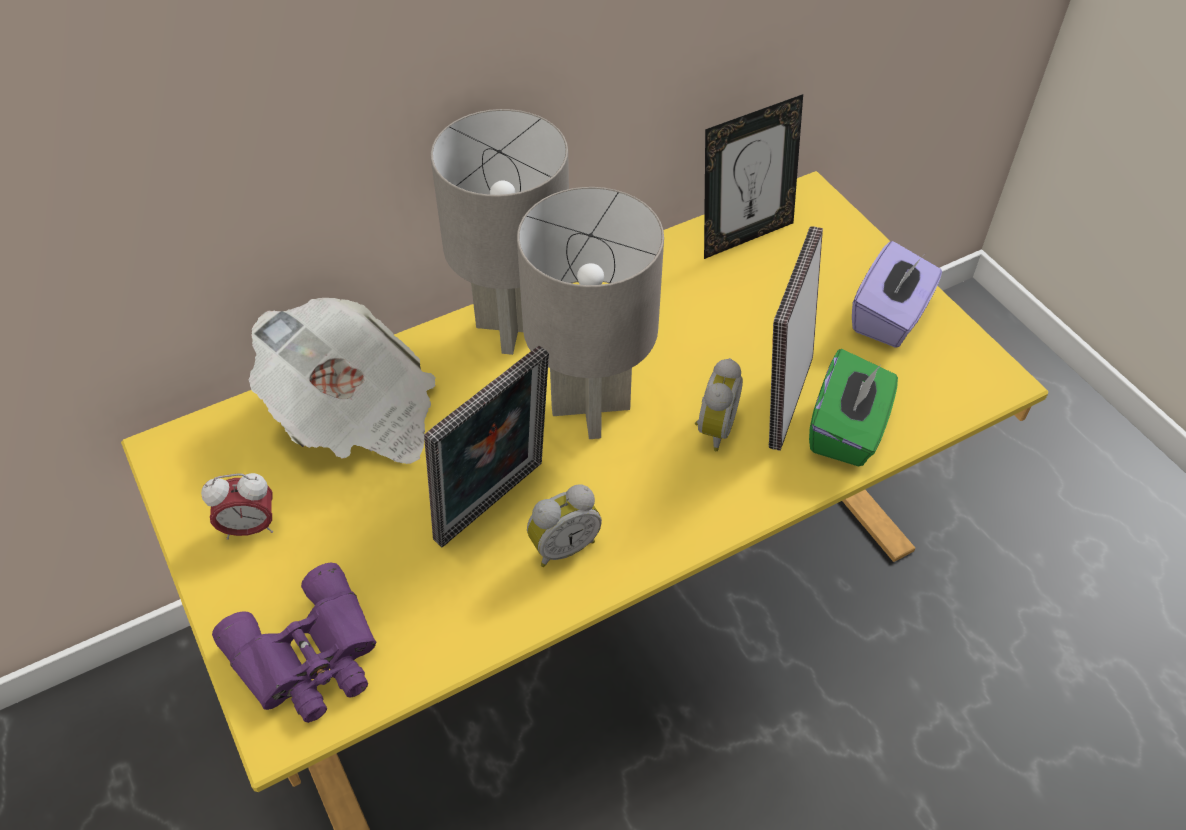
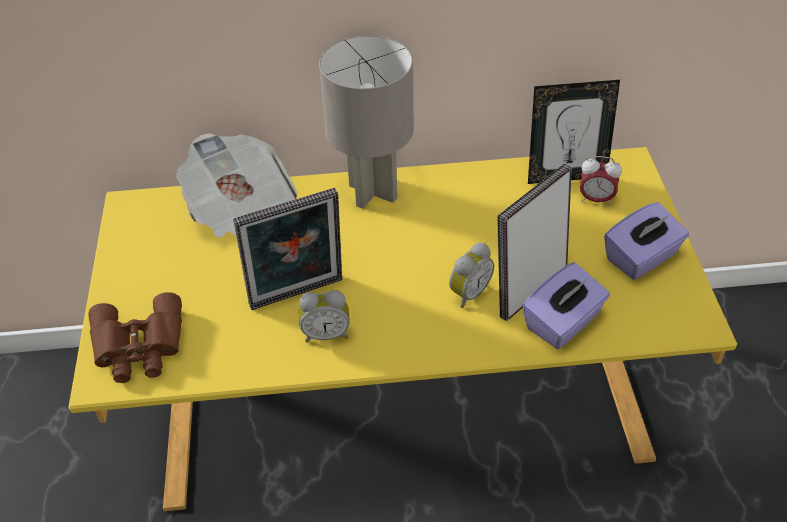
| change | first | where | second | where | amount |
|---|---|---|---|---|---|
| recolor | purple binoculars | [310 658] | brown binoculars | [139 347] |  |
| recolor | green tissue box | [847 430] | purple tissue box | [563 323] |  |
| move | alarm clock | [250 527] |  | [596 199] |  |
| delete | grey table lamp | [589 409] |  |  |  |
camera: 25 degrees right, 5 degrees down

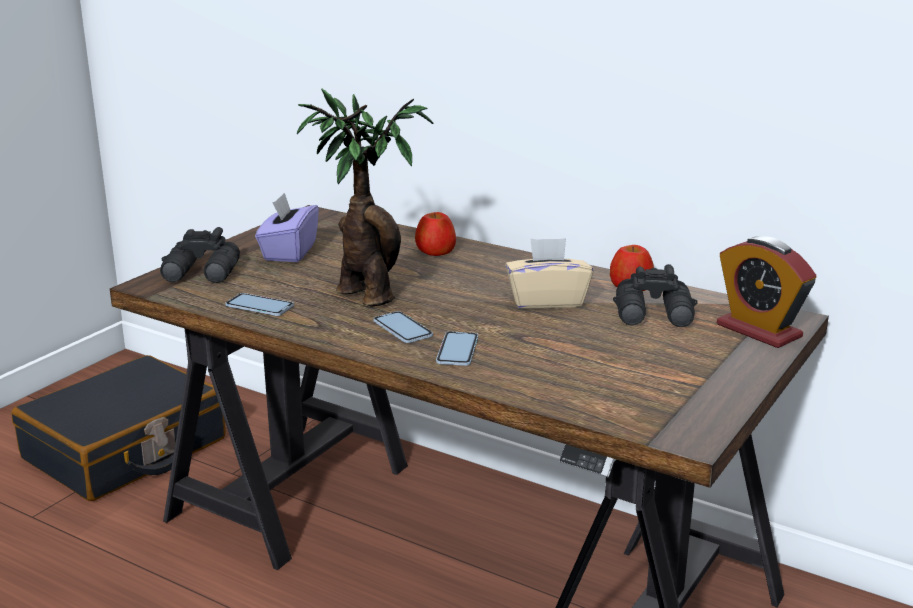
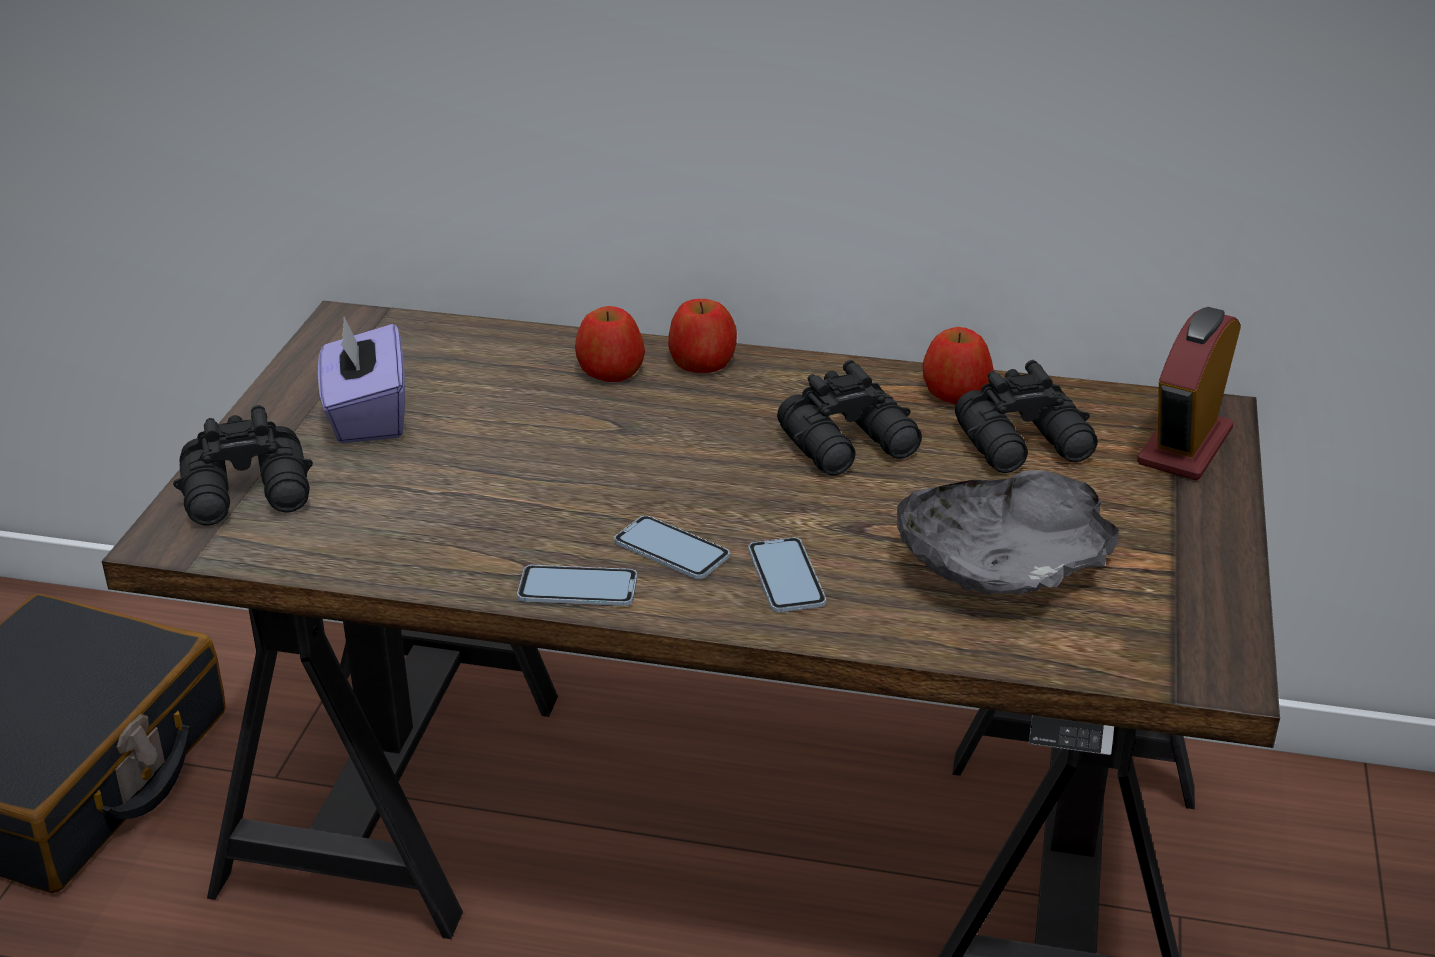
| change | first | where | second | where | amount |
|---|---|---|---|---|---|
| move | phone | [259 306] |  | [577 588] |  |
| insert |  |  | apple | [702 362] |  |
| replace | beige tissue box | [546 300] | black binoculars | [851 445] |  |
| insert |  |  | grey bowl | [1003 564] |  |
| rotate | alarm clock | [758 331] |  | [1185 446] | 90 degrees clockwise |
| delete | potted plant | [364 293] |  |  |  |
camera: 20 degrees left, 10 degrees up

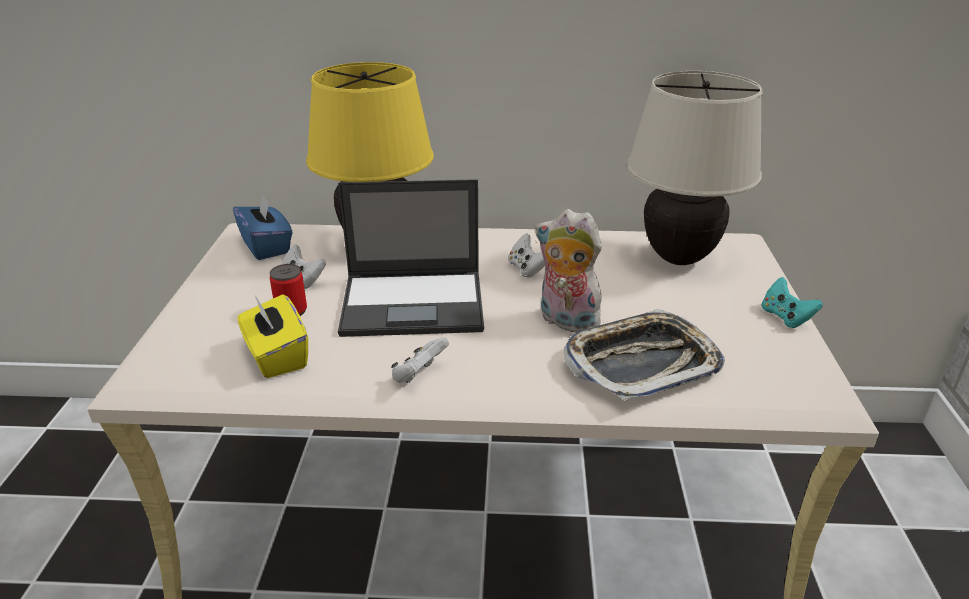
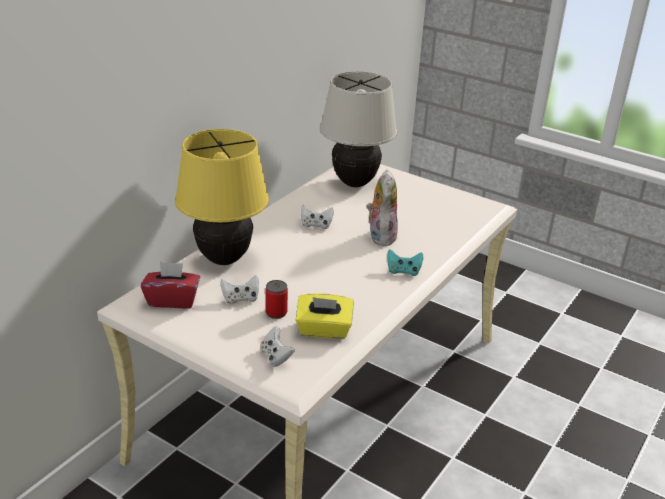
| change | first | where | second | where | amount |
|---|---|---|---|---|---|
| recolor | blue tissue box | [267 246] | red tissue box | [172 300] |  |
| move | white game controller | [419 375] |  | [275 357] |  |
| rotate | plush toy | [565 321] |  | [380 236] | 120 degrees clockwise |
| move | turquoise game controller | [785 317] |  | [403 271] |  |
| delete | laptop | [415 303] |  |  |  |
| delete | tray | [641 363] |  |  |  |
camera: 60 degrees left, 0 degrees up

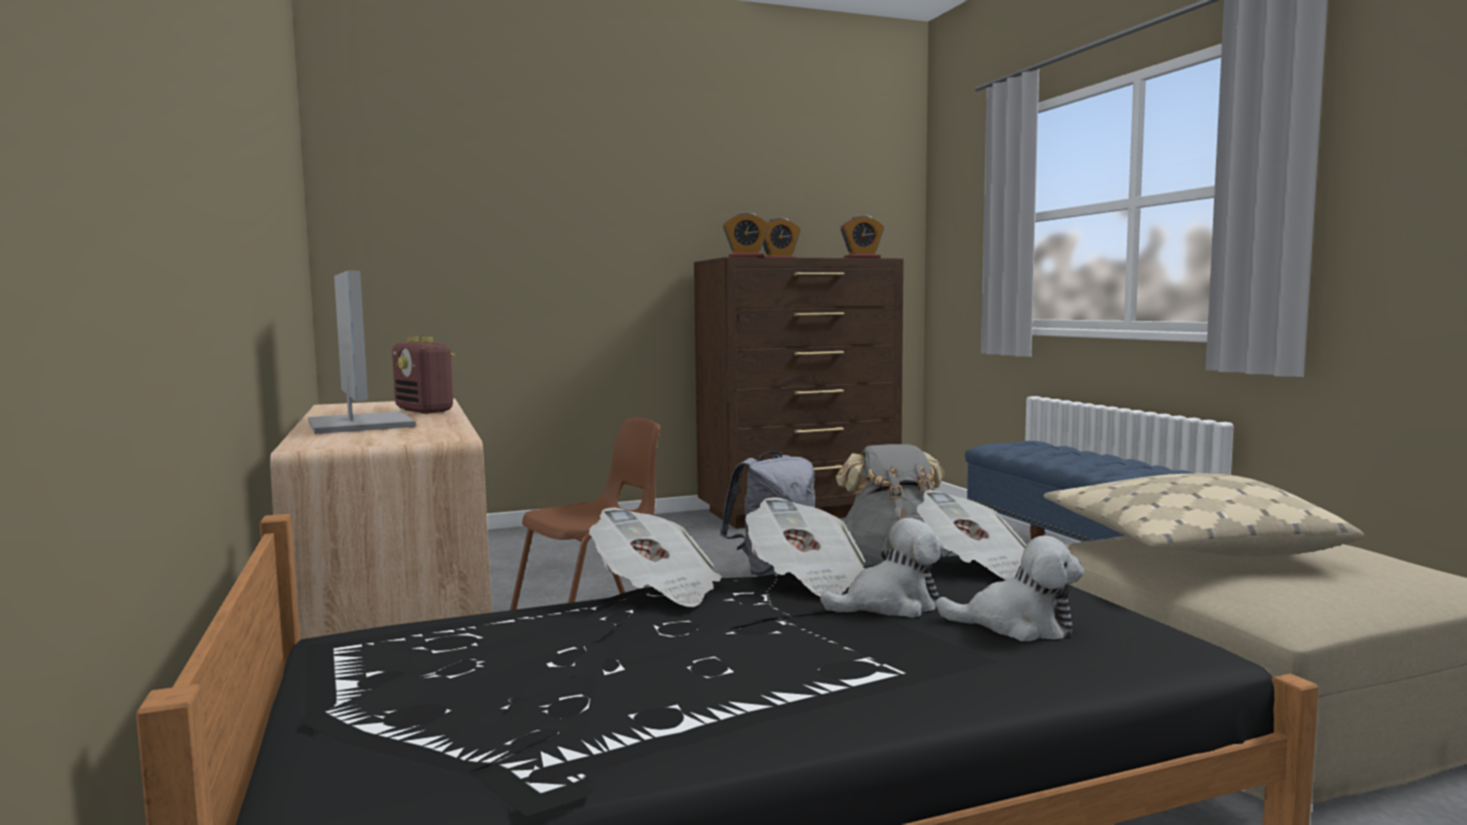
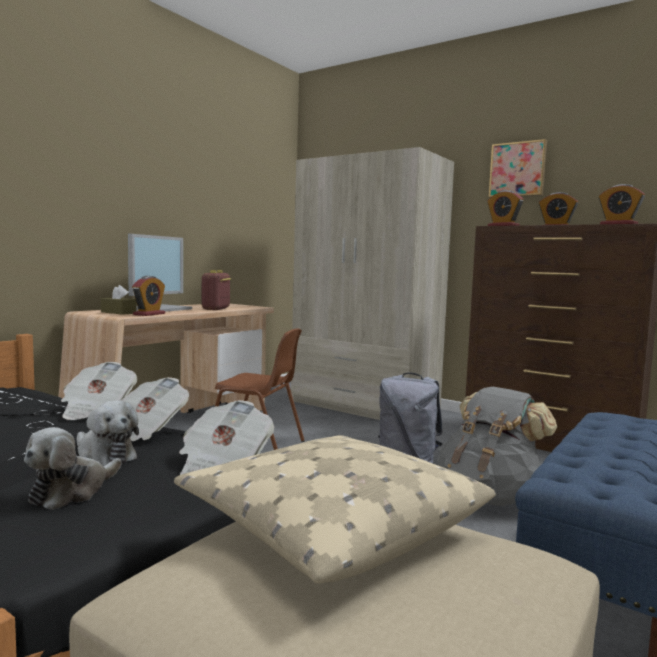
| change | first | where | second | where | amount |
|---|---|---|---|---|---|
| rotate | plush toy | [1017 625] |  | [71 491] | 45 degrees clockwise |
| insert |  |  | brown tissue box | [118 312] |  |
| insert |  |  | alarm clock | [149 314] |  |
| insert |  |  | beige wardrobe | [364 406] |  |
| insert |  |  | picture | [518 170] |  |
camera: 55 degrees right, 0 degrees up

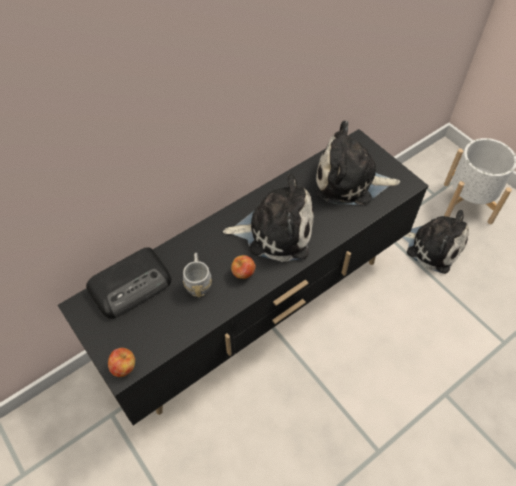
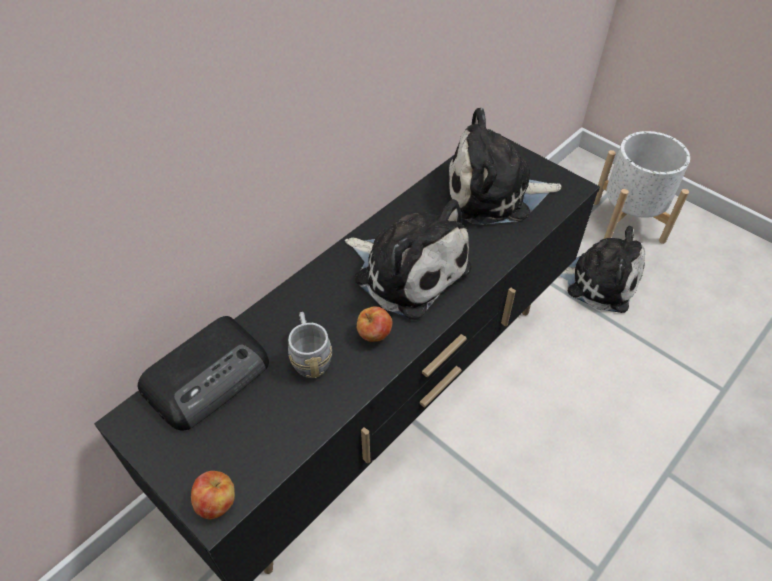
| change | first | where | second | where | amount |
|---|---|---|---|---|---|
| rotate | plush toy | [275 231] |  | [407 270] | 45 degrees clockwise |
camera: 10 degrees left, 5 degrees down

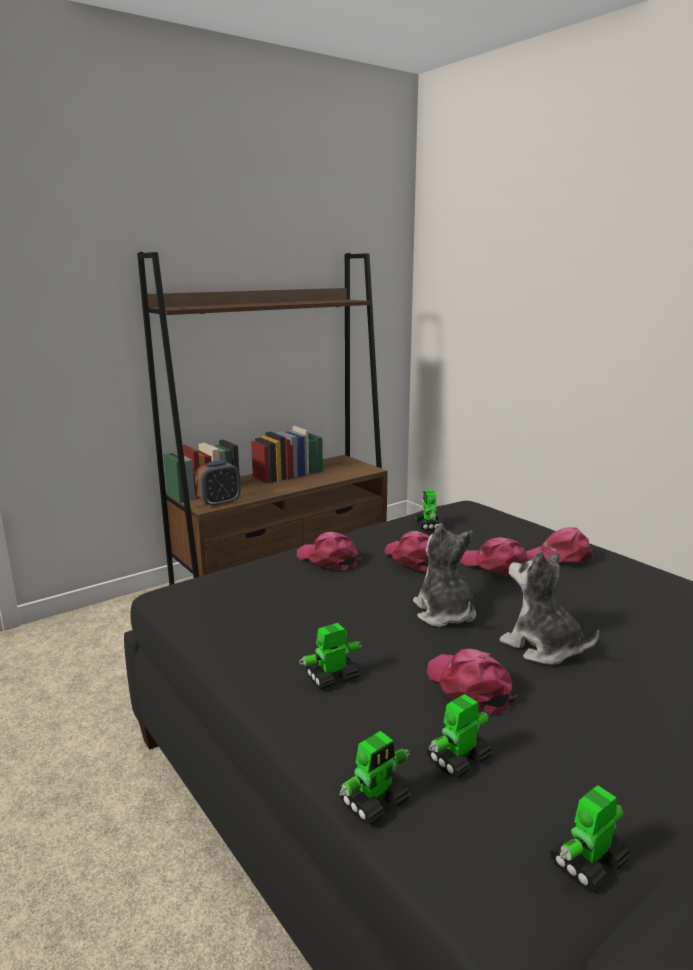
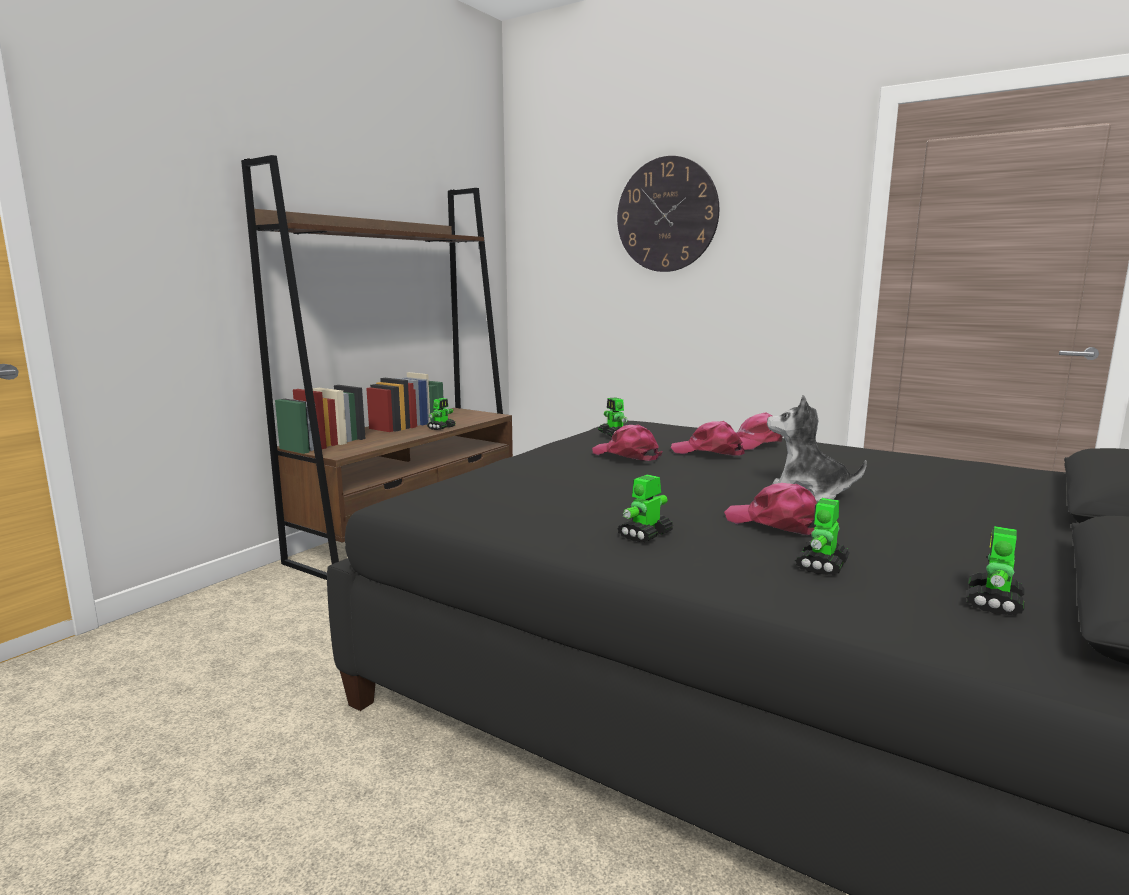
| change | first | where | second | where | amount |
|---|---|---|---|---|---|
| move | toy robot | [375 801] |  | [441 428] |  |
| insert |  |  | wall clock | [667 215] |  |
| delete | alarm clock | [219 503] |  |  |  |
| delete | pink cap | [328 559] |  |  |  |
| delete | plush toy | [444 613] |  |  |  |
camera: 20 degrees left, 5 degrees down

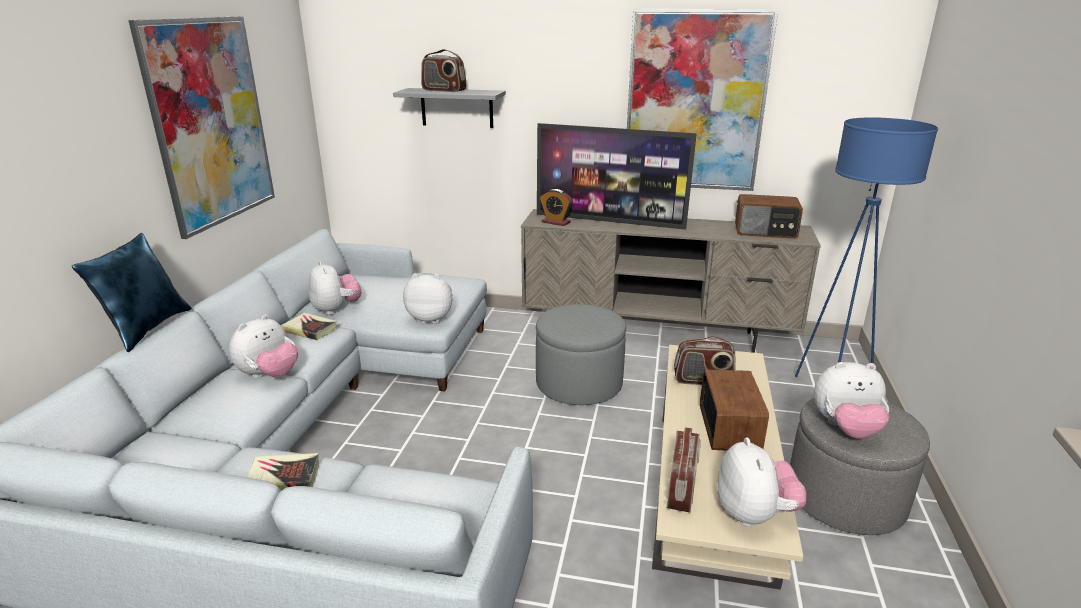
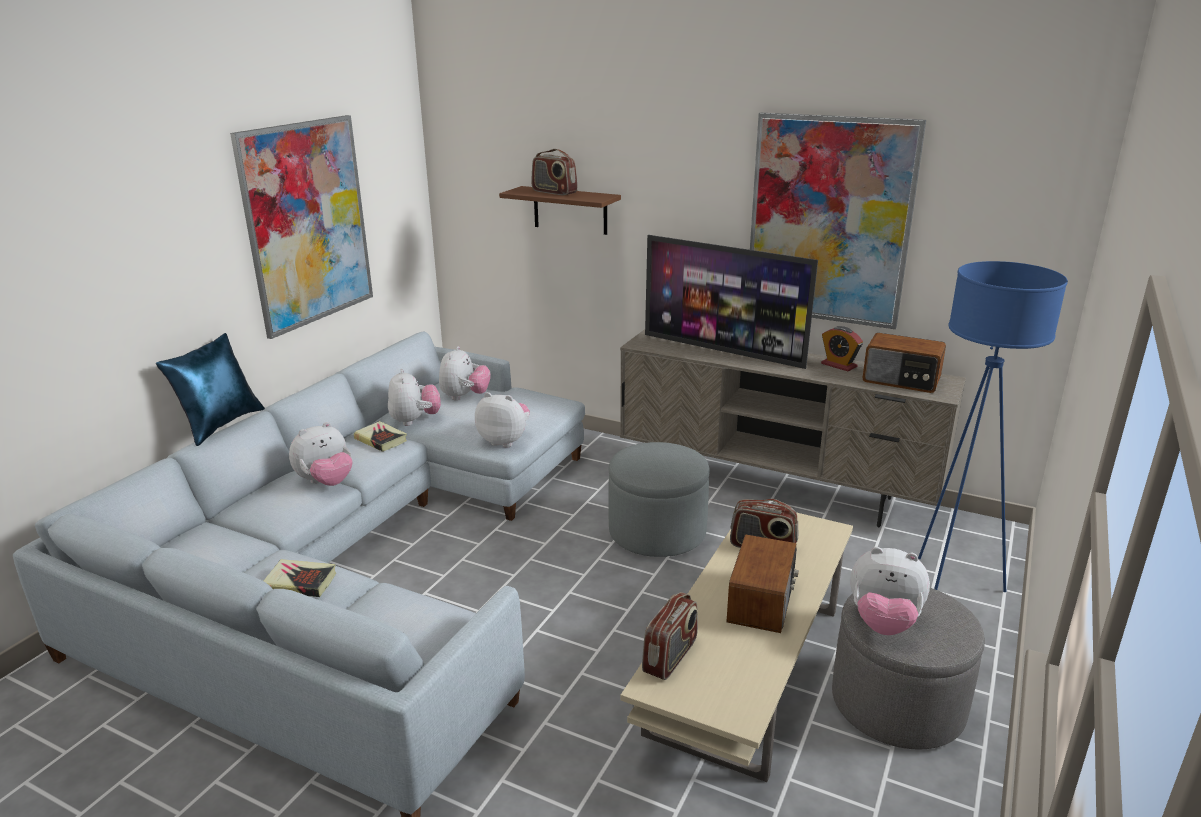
| change | first | where | second | where | amount |
|---|---|---|---|---|---|
| move | plush toy | [754 514] |  | [464 397] |  |
| recolor | grey shelf | [457 108] | brown shelf | [570 210] |  |
| move | alarm clock | [556 222] |  | [839 365] |  |
camera: 15 degrees right, 0 degrees up

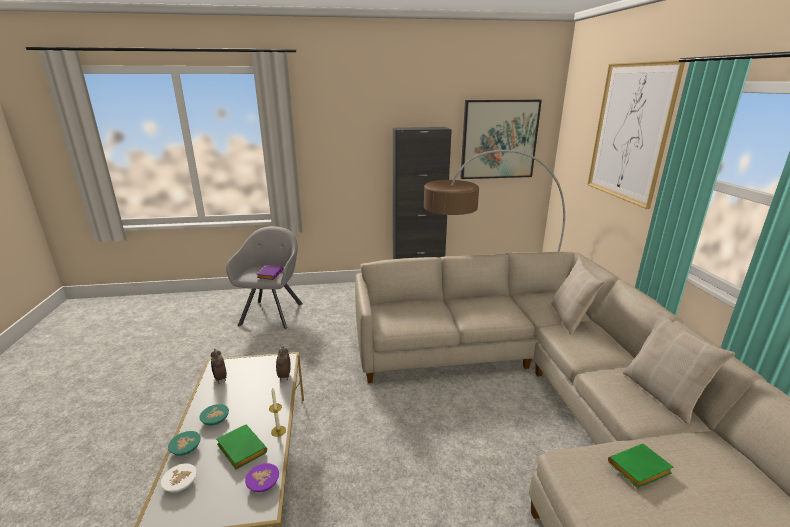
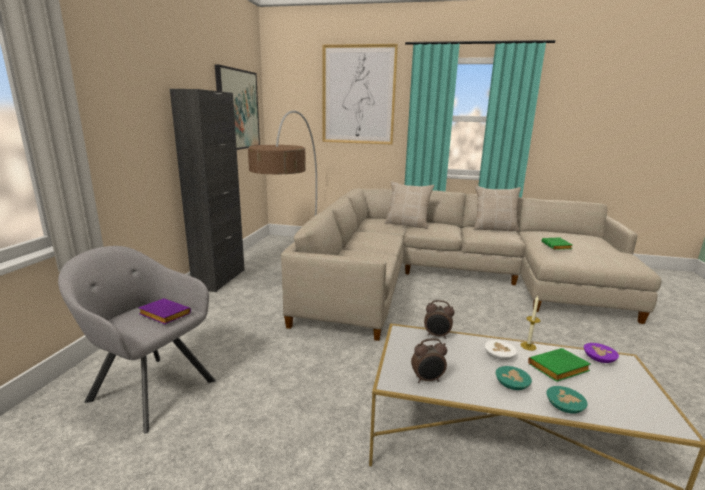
| change | first | where | second | where | amount |
|---|---|---|---|---|---|
| move | white bowl | [182 483] |  | [498 355] |  |
camera: 70 degrees left, 5 degrees down

